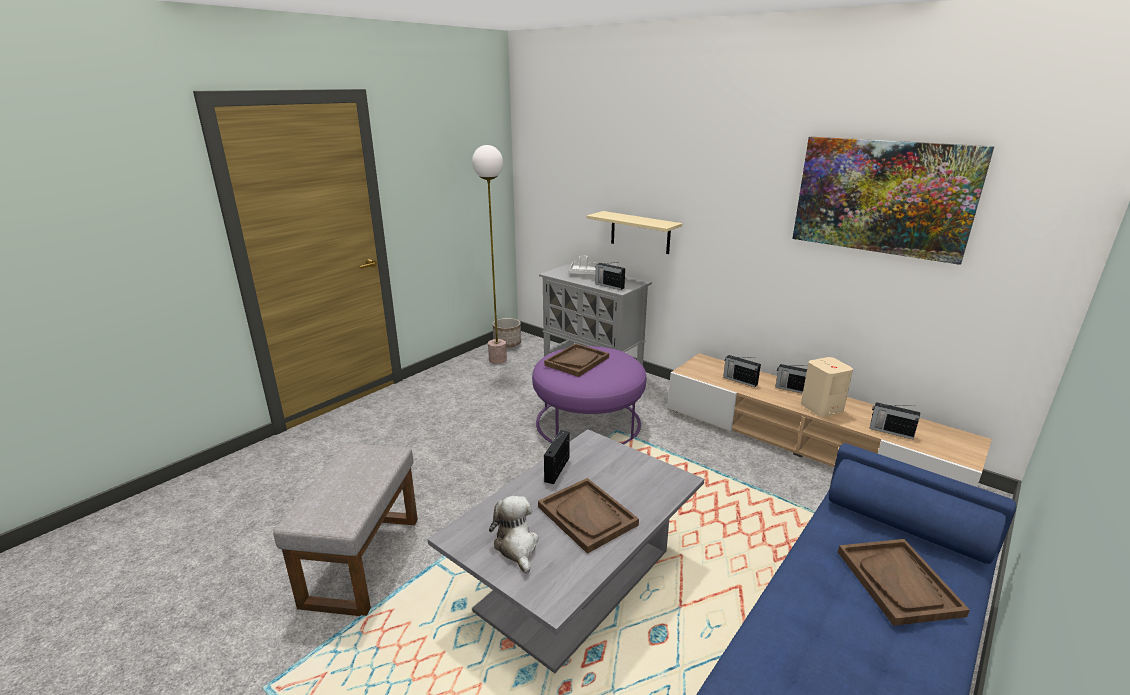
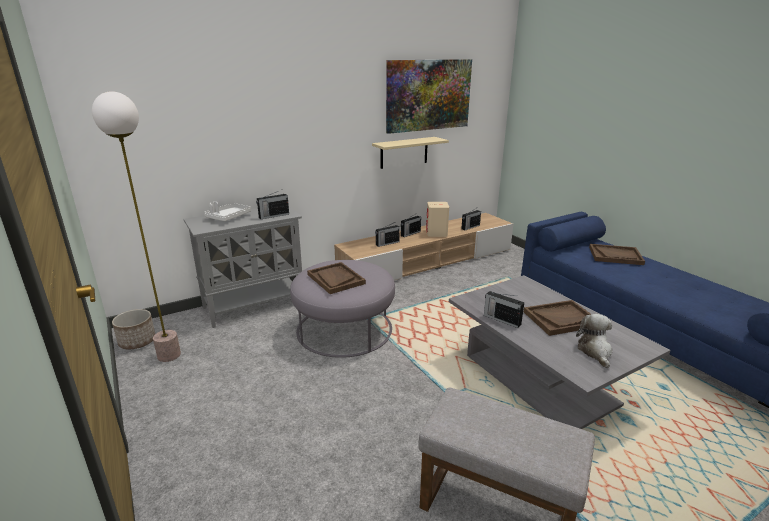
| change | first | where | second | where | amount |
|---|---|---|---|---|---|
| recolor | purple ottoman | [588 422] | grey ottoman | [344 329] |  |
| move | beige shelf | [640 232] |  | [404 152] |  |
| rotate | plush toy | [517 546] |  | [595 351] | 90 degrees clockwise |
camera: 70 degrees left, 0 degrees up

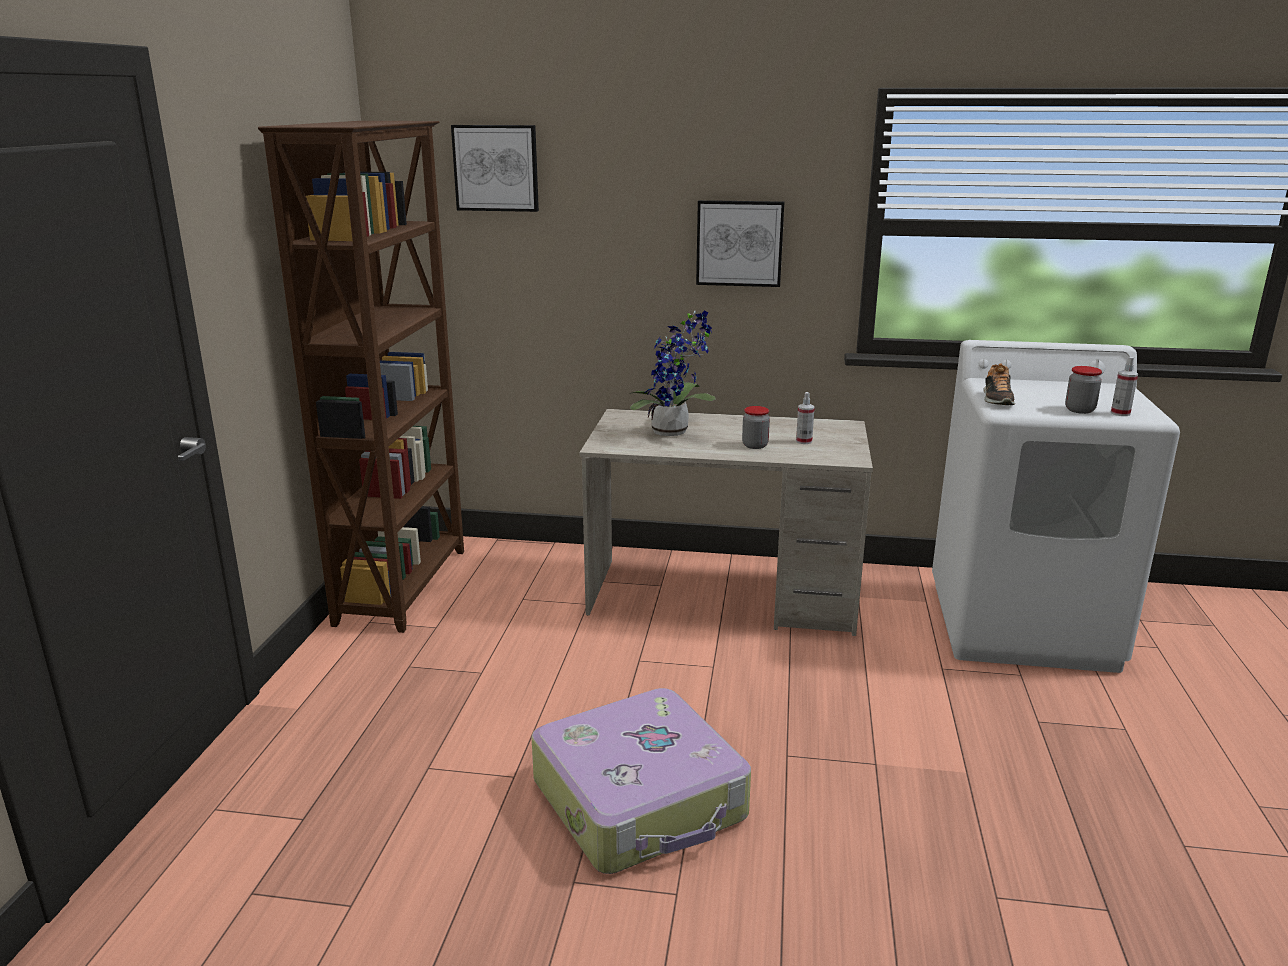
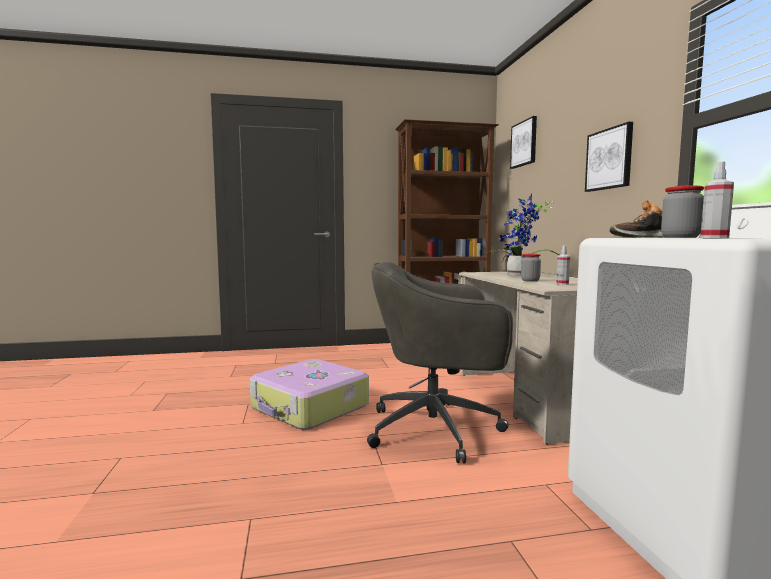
| change | first | where | second | where | amount |
|---|---|---|---|---|---|
| insert |  |  | grey office chair | [438 429] |  |
camera: 70 degrees right, 15 degrees down

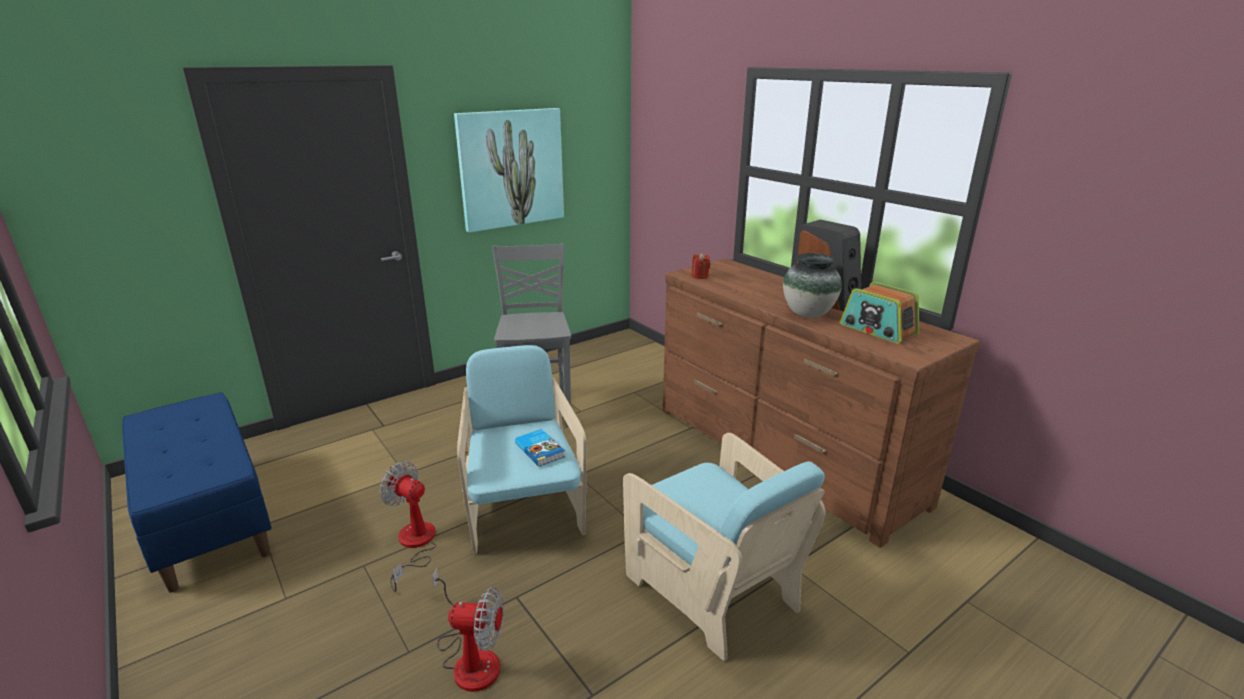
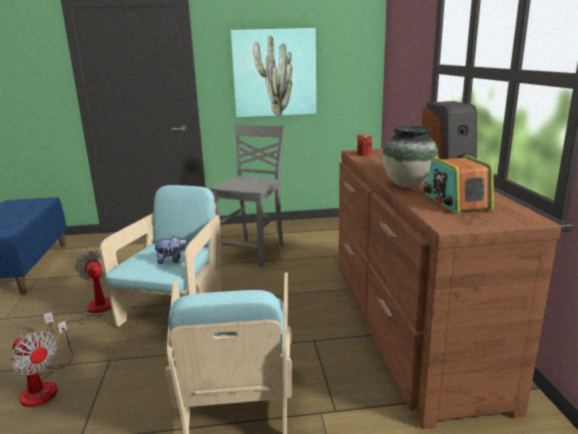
| change | first | where | second | where | amount |
|---|---|---|---|---|---|
| replace | book | [540 449] | plush toy | [172 261] |  |
camera: 30 degrees right, 5 degrees down

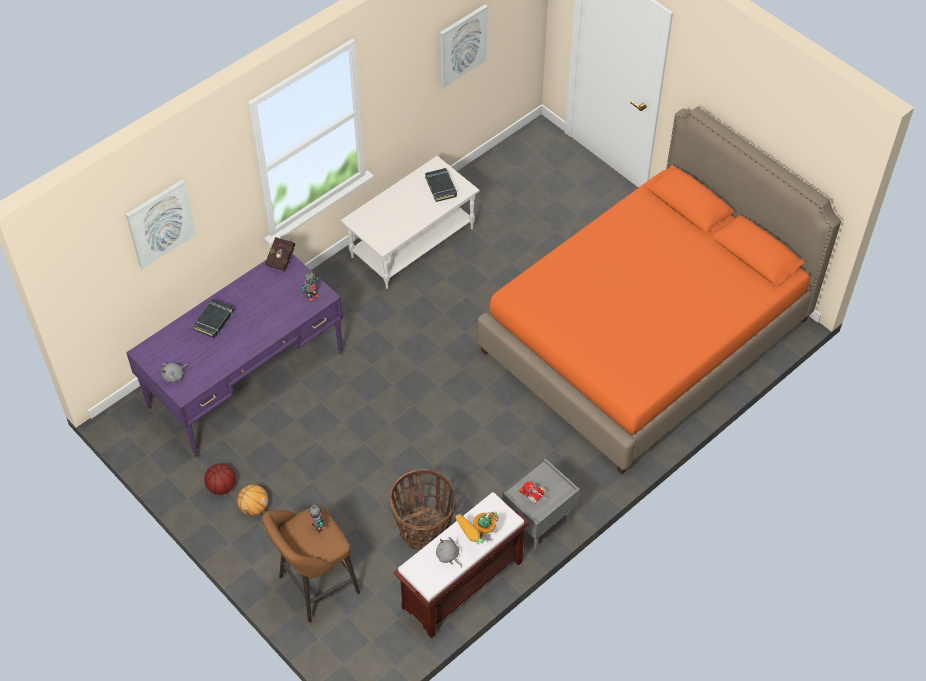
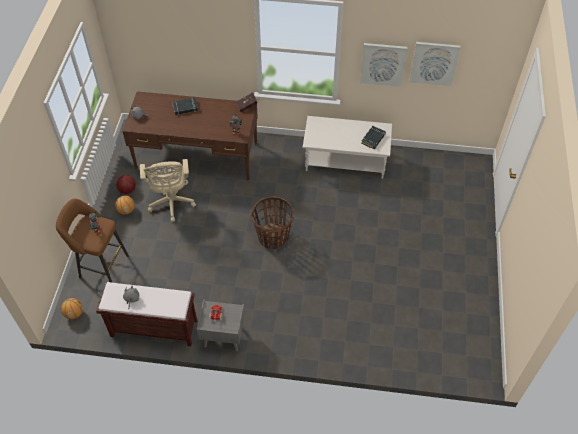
| change | first | where | second | where | amount |
|---|---|---|---|---|---|
| insert |  |  | basketball | [74 313] |  |
| recolor | purple desk | [246 379] | brown desk | [197 156] |  |
| insert |  |  | beige office chair | [171 203] |  |
| move | basket | [424 530] |  | [273 237] |  |
| move | picture | [160 223] |  | [383 64] |  |
| delete | toy robot | [477 539] |  |  |  |
| delete | orange bed | [645 335] |  |  |  |
camera: 50 degrees right, 0 degrees up

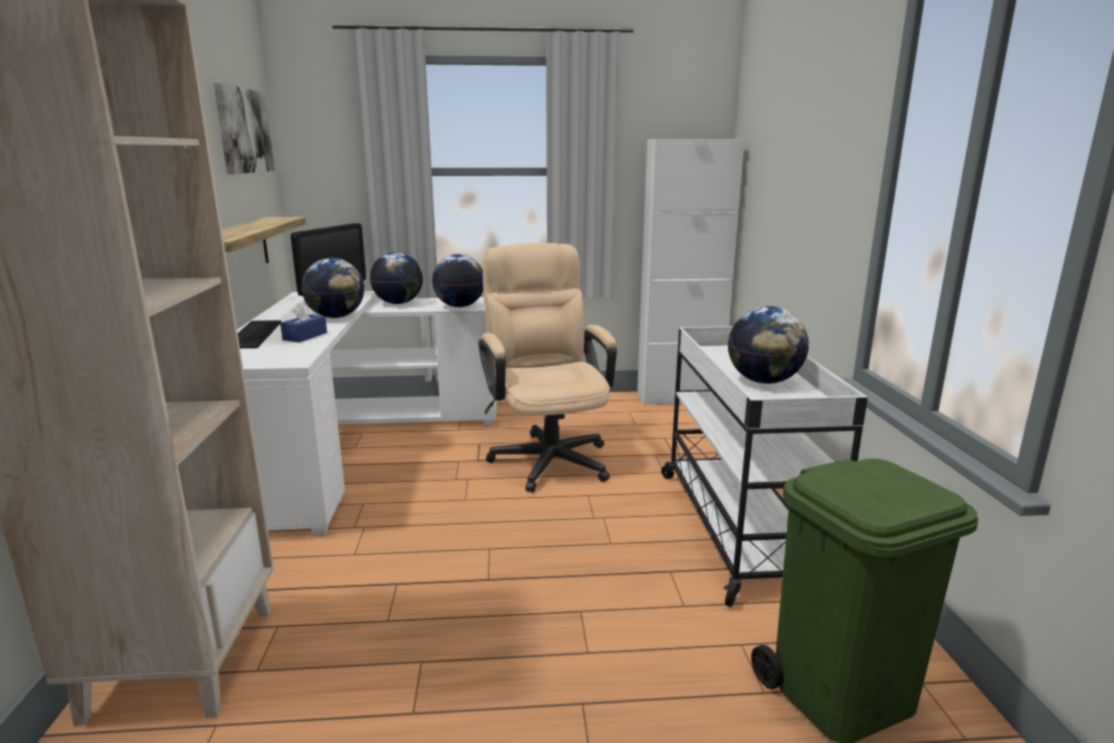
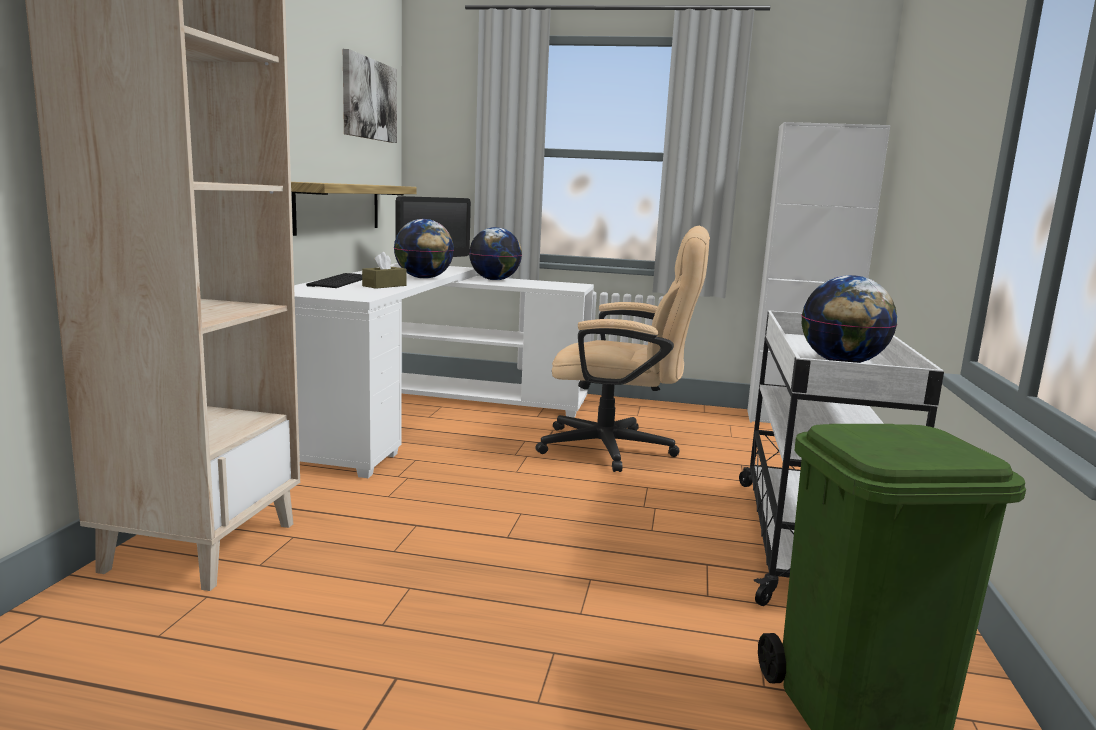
| change | first | where | second | where | amount |
|---|---|---|---|---|---|
| recolor | blue tissue box | [305 336] | brown tissue box | [384 286] |  |
| rotate | beige office chair | [547 456] |  | [620 449] | 105 degrees clockwise |
| delete | globe | [460 306] |  |  |  |
camera: 15 degrees right, 5 degrees down

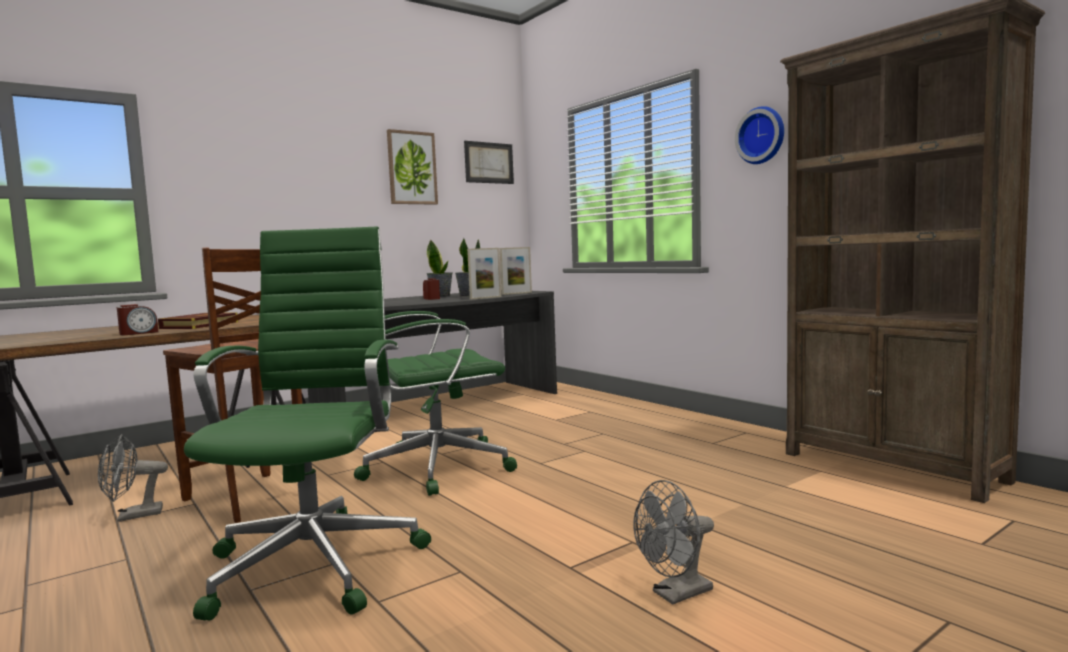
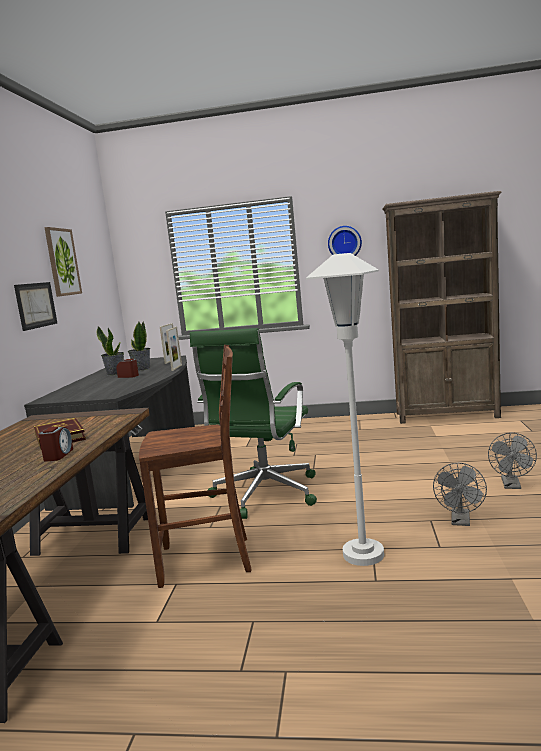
| change | first | where | second | where | amount |
|---|---|---|---|---|---|
| move | picture | [489 163] |  | [36 305] |  |
| replace | green office chair | [317 562] | white floor lamp | [363 554] |  |
| move | grey fan | [132 516] |  | [461 521] |  |
camera: 45 degrees left, 5 degrees up

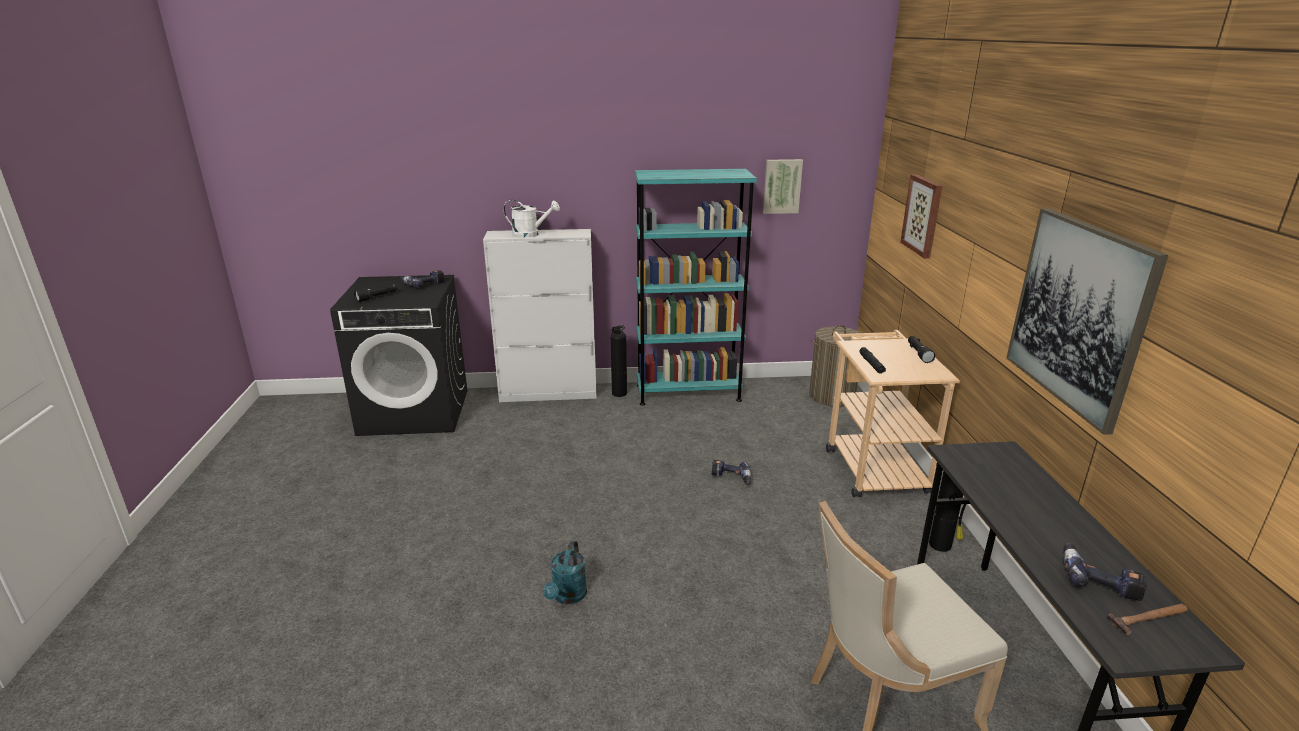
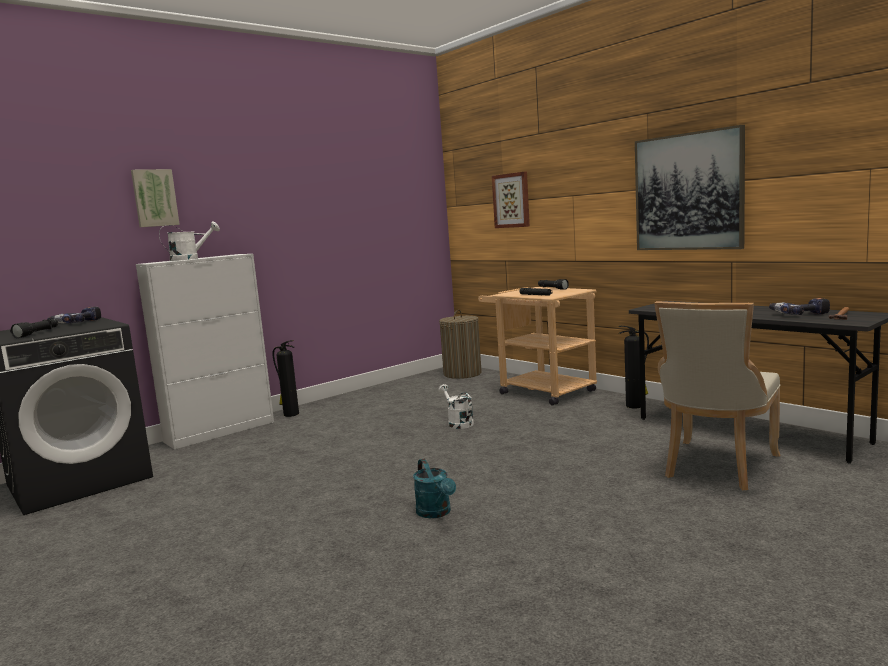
| change | first | where | second | where | amount |
|---|---|---|---|---|---|
| move | picture | [782 186] |  | [154 198] |  |
| replace | power drill | [730 478] | white watering can | [458 423] |  |
| delete | turquoise bookcase | [688 393] |  |  |  |
camera: 35 degrees left, 15 degrees down

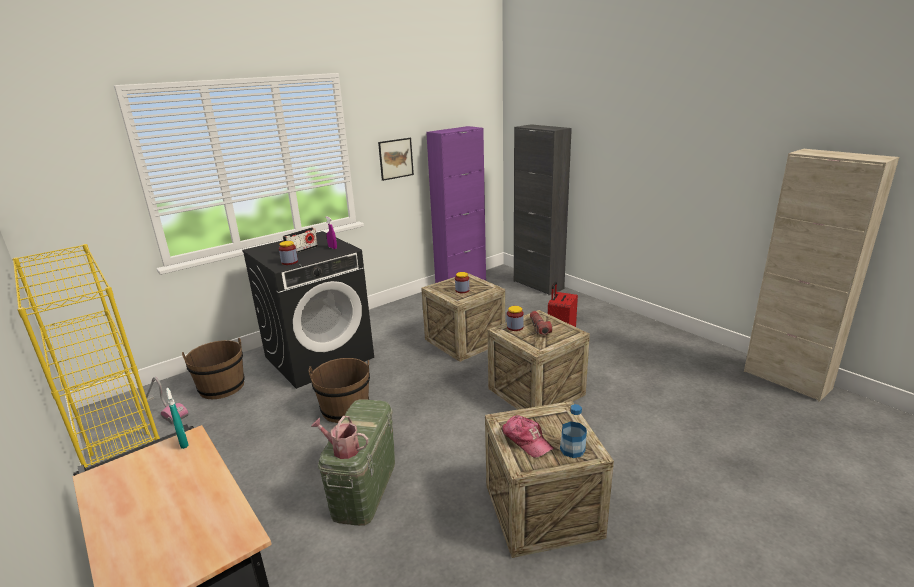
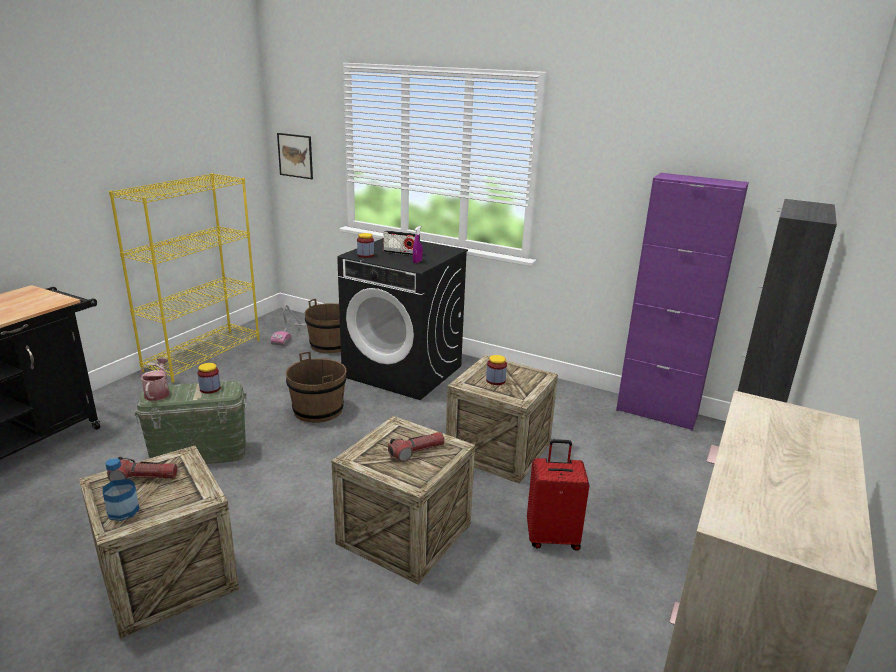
| change | first | where | second | where | amount |
|---|---|---|---|---|---|
| replace | cap | [526 440] | flashlight | [144 478] |  |
| move | jar | [515 327] |  | [210 388] |  |
| move | picture | [396 158] |  | [295 155] |  |
| delete | turquoise spray bottle | [183 442] |  |  |  |
camera: 65 degrees right, 0 degrees up

